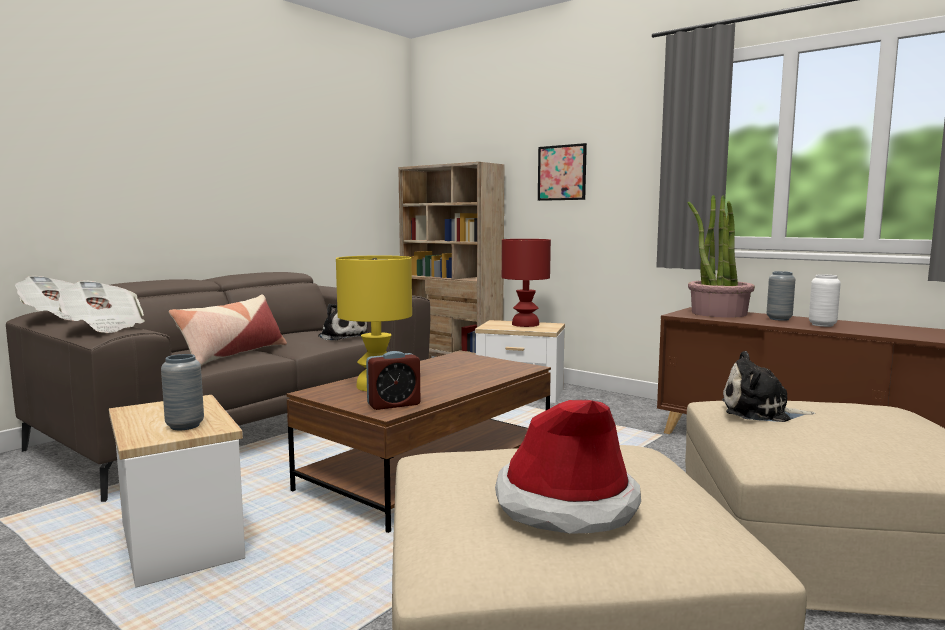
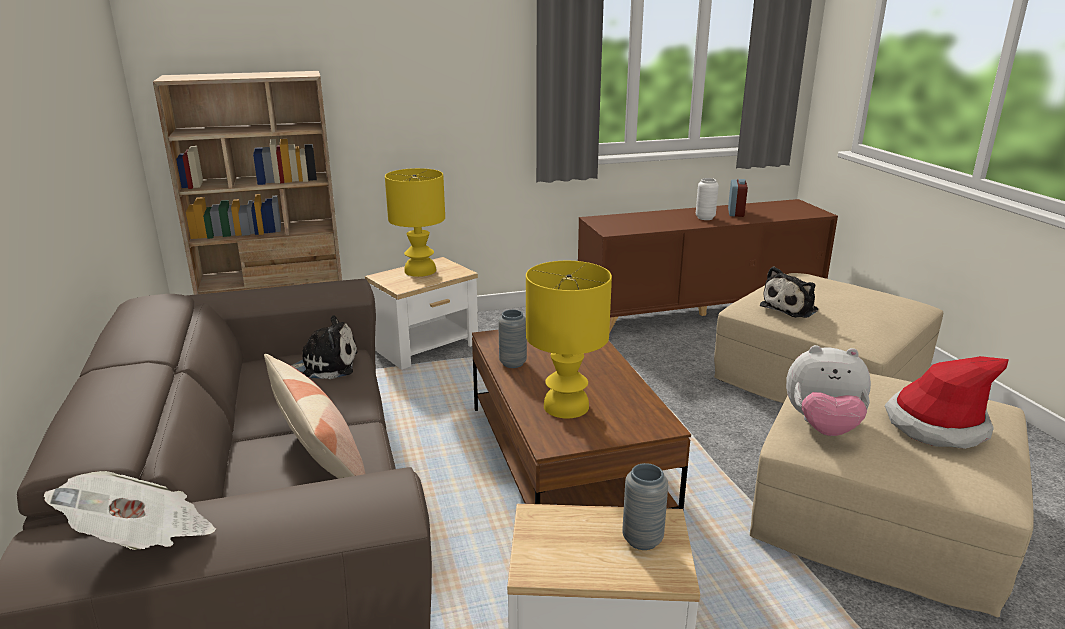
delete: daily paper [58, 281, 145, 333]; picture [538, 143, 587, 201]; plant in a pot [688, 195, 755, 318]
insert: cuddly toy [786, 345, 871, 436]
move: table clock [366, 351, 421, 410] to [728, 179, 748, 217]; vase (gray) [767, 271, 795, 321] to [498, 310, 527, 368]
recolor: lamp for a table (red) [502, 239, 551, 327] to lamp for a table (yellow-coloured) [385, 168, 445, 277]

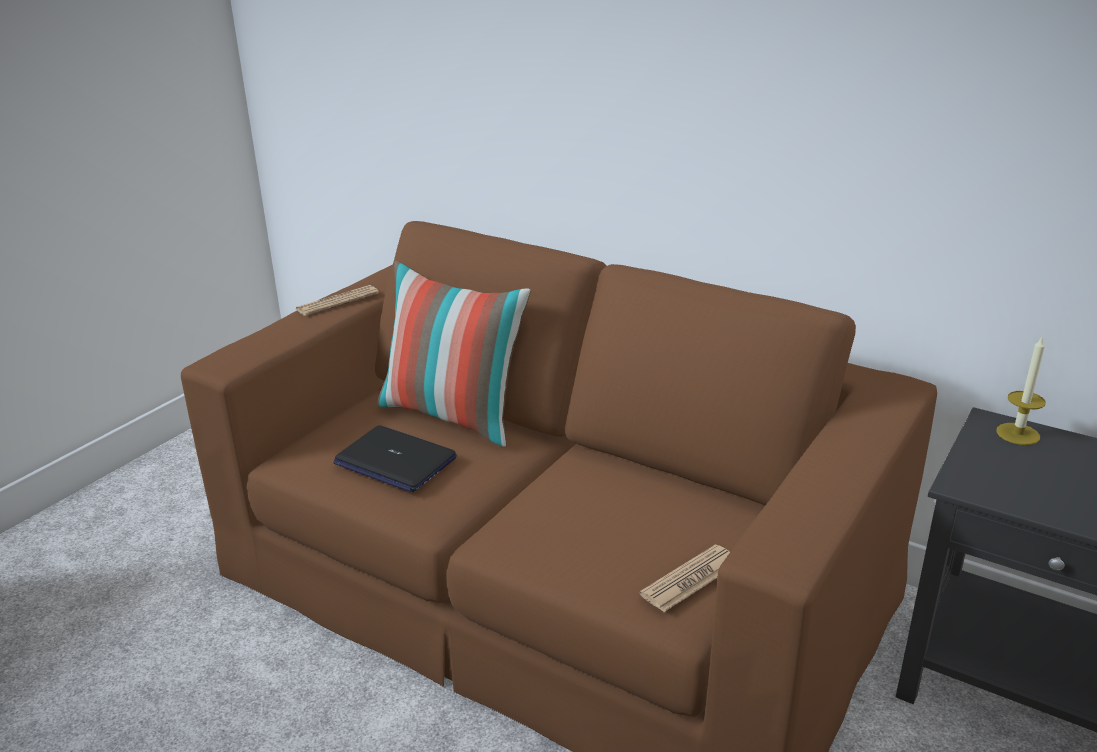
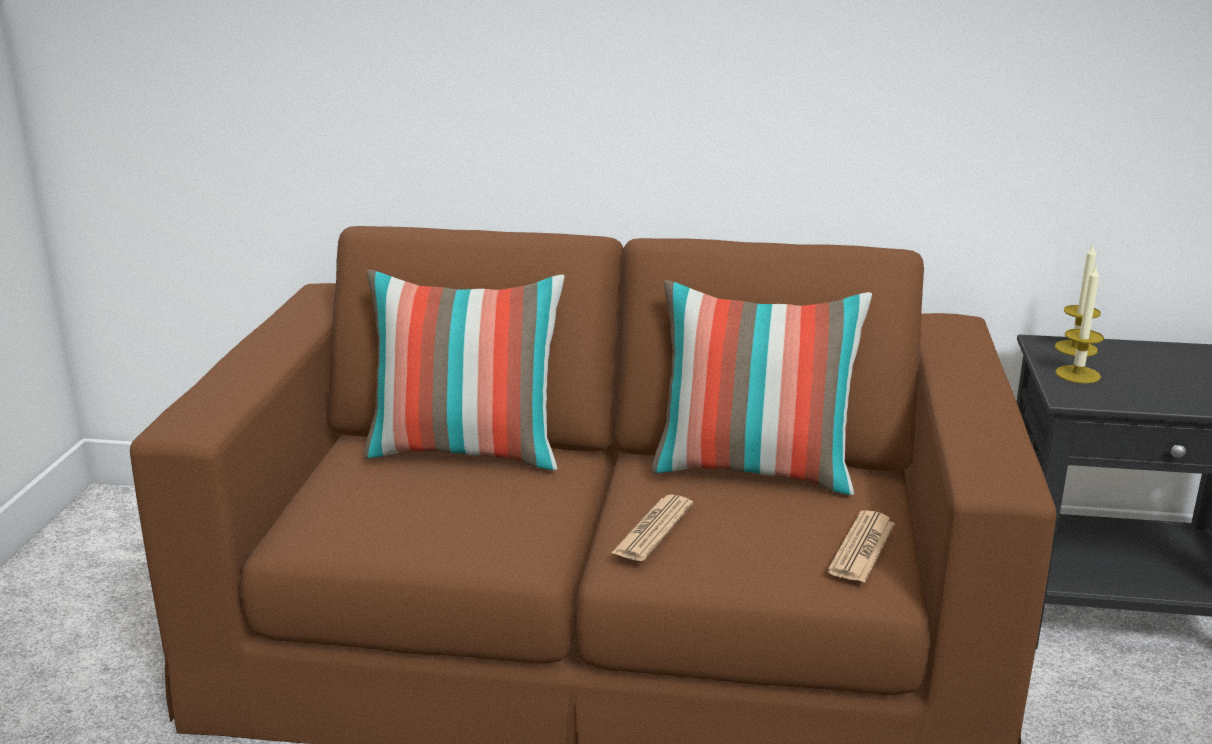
delete: notebook computer [333, 425, 457, 492]
insert: cushion [652, 280, 872, 495]; wax light [1055, 264, 1104, 383]
move: daily paper [296, 285, 379, 316] to [611, 495, 693, 561]

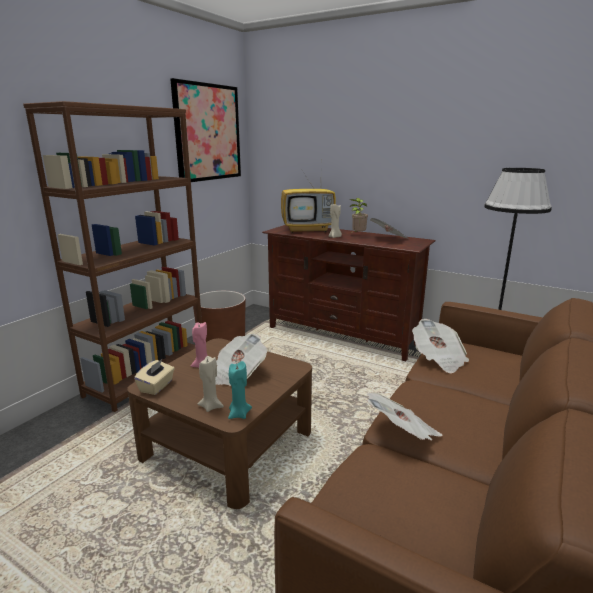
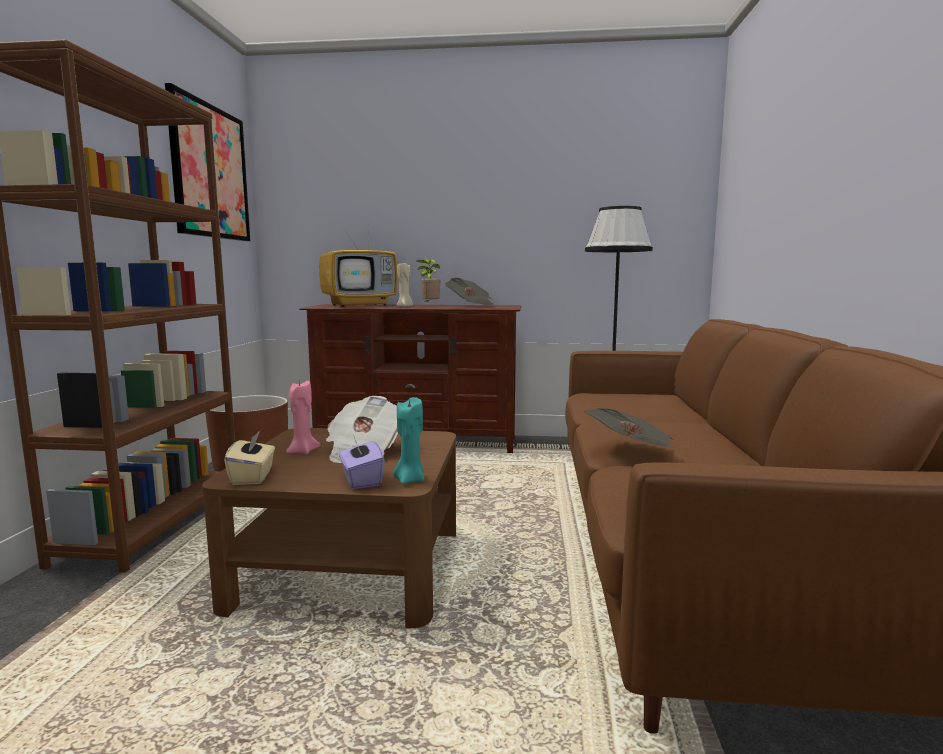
delete: daily paper [412, 319, 469, 374]
replace: wax light (beige) [198, 356, 224, 412] to box of tissues (purple-coloured) [339, 435, 385, 489]

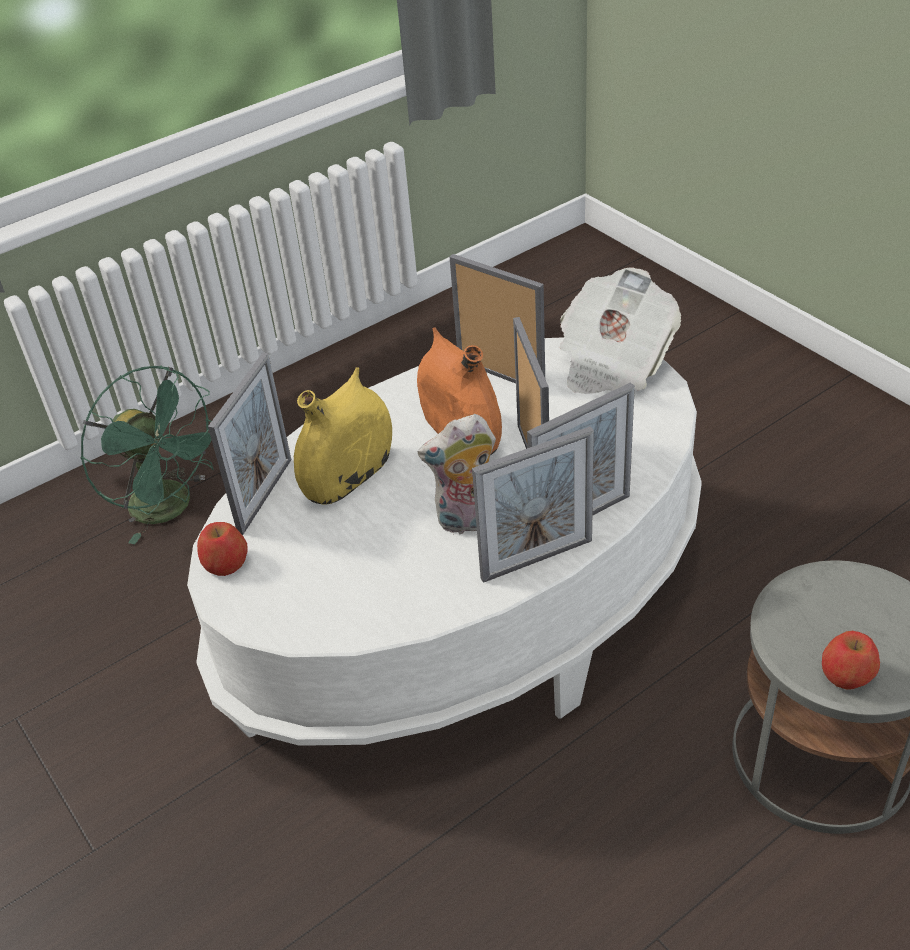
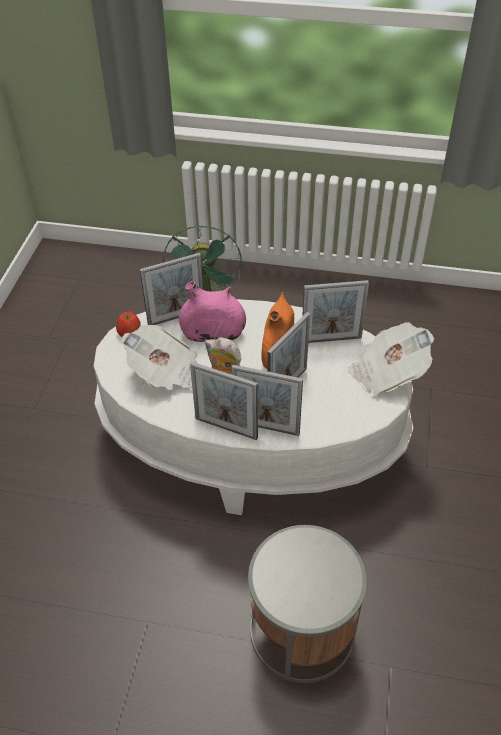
delete: apple [822, 631, 880, 690]
insert: daily paper [122, 325, 198, 390]
recolor: vase (yellow-coloured) [294, 367, 392, 504] to vase (pinkish) [179, 281, 246, 342]
rotate: standing frame [450, 254, 545, 383] = [302, 280, 369, 343] 90 degrees clockwise

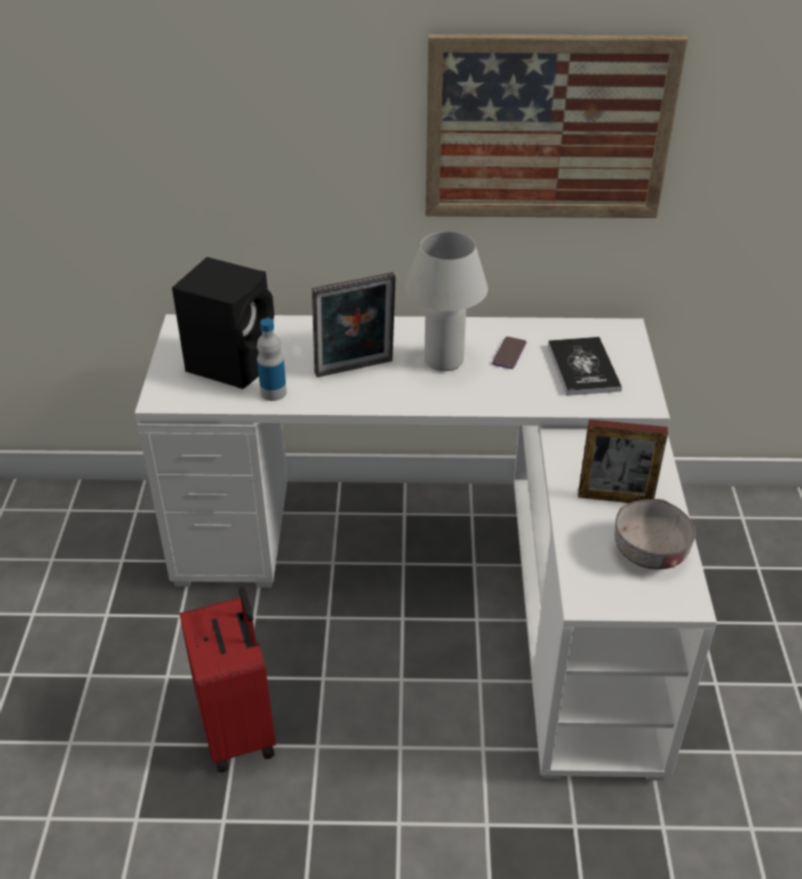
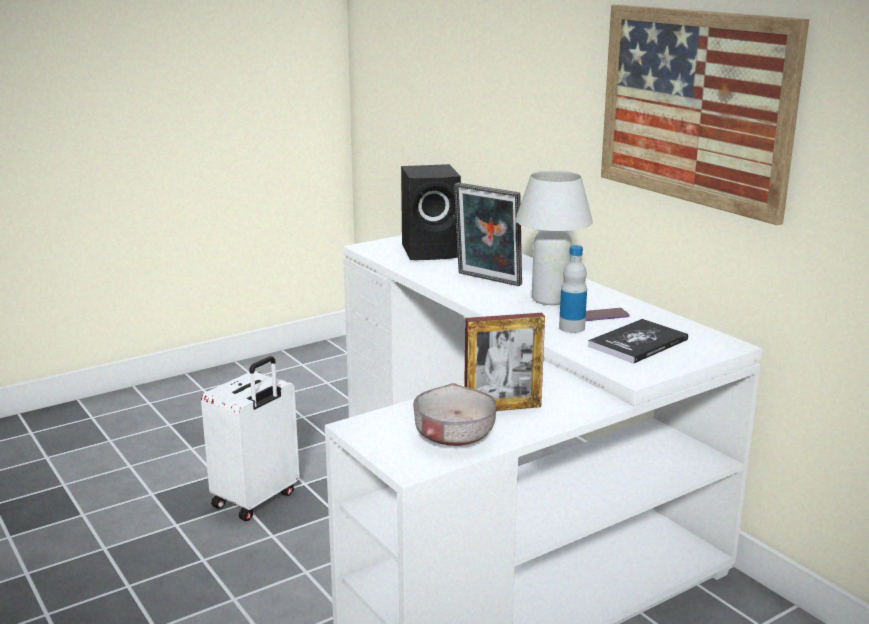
move: drink bottle [257, 318, 287, 401] to [559, 245, 587, 333]
recolor: suitcase (red) [180, 587, 276, 773] to suitcase (whitish) [201, 356, 299, 521]
rotate: standing frame [578, 419, 668, 503] = [464, 313, 545, 411] 75 degrees counterclockwise

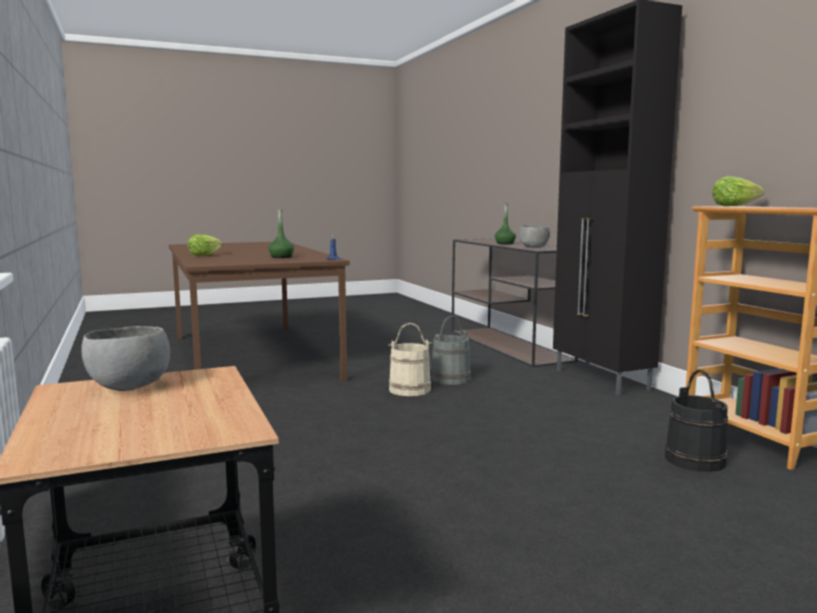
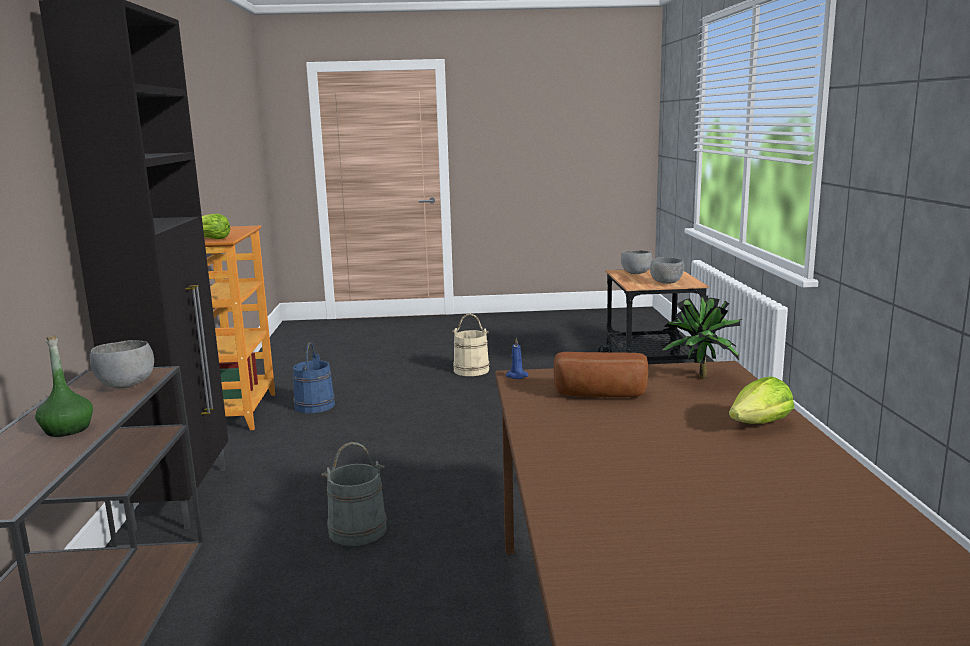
insert: bowl (gray) [621, 250, 653, 274]; plant in a pot [662, 295, 744, 379]
move: bucket (beige) [388, 323, 432, 396] to [452, 314, 489, 376]
replace: drink bottle (green) [268, 208, 294, 258] to baked bread [554, 352, 648, 398]
recolor: bucket (black) [665, 370, 728, 472] to bucket (blue-coloured) [293, 342, 335, 413]

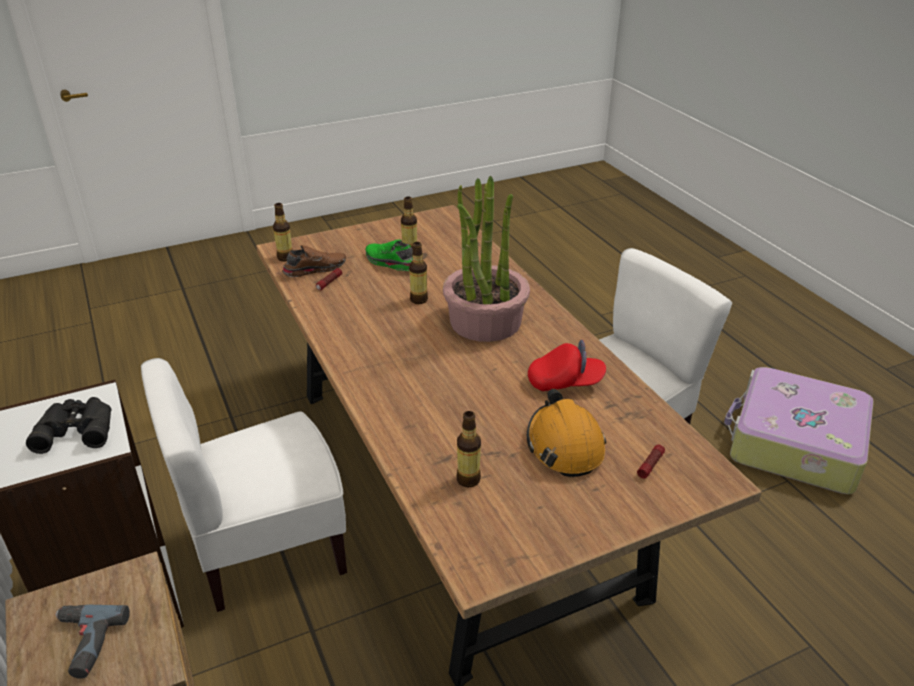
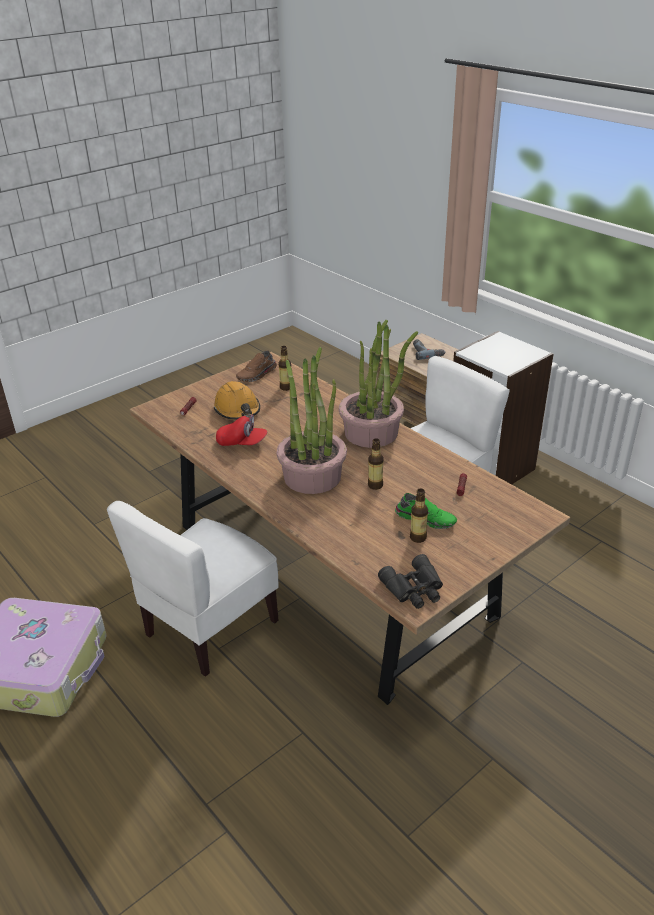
delete: drink bottle [273, 203, 293, 262]
insert: plant in a pot [339, 320, 418, 448]
move: pair of binoculars (black) [26, 397, 112, 454] to [378, 554, 443, 609]; low shoe (brown) [282, 245, 346, 277] to [236, 350, 277, 382]
rotate: peaked cap (red) [528, 340, 606, 391] = [216, 414, 267, 446] 150 degrees counterclockwise

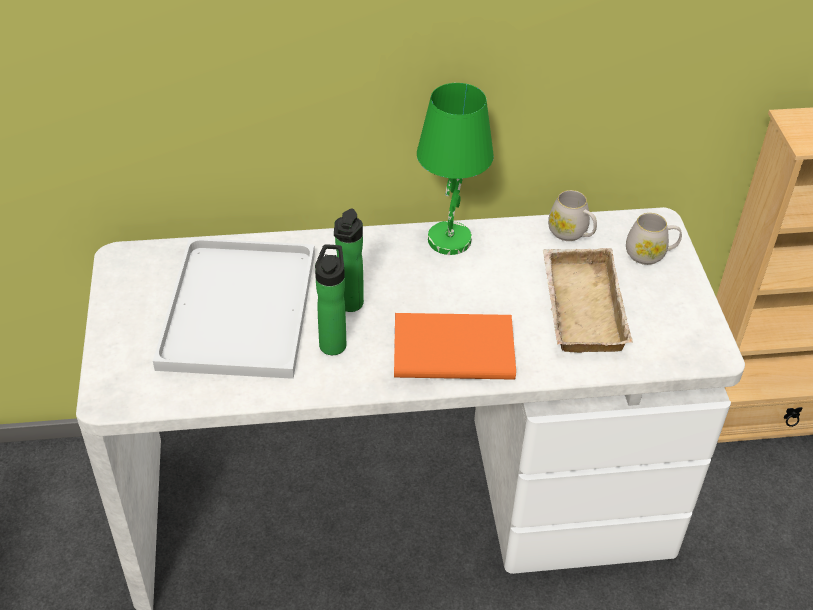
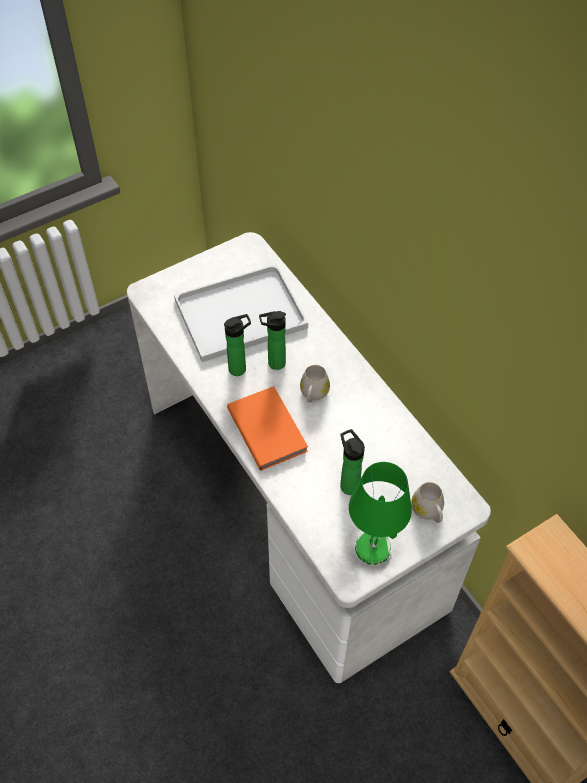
move: lamp for a table (green) [417, 83, 494, 255] to [349, 462, 412, 565]; coffee mug (whitish) [548, 190, 597, 241] to [300, 365, 330, 403]
replace: serving tray (beige) [542, 248, 633, 353] to drink bottle [340, 429, 365, 495]

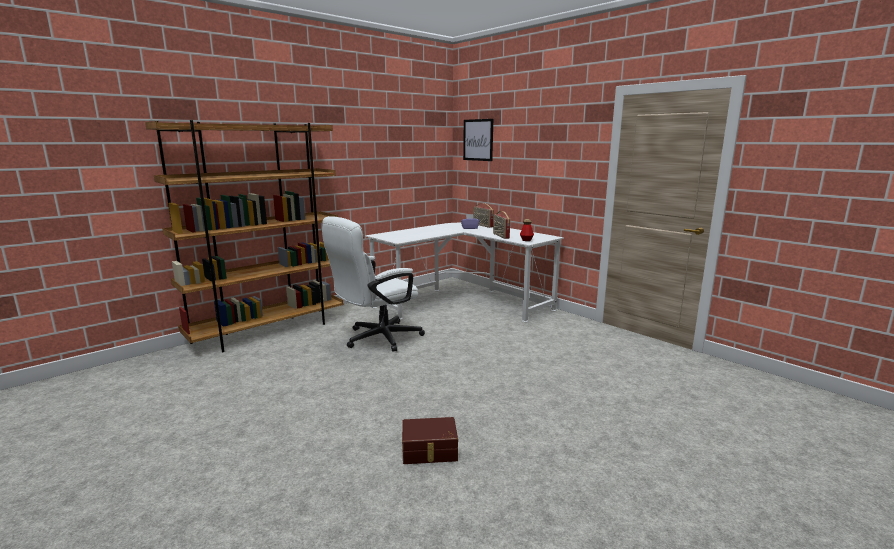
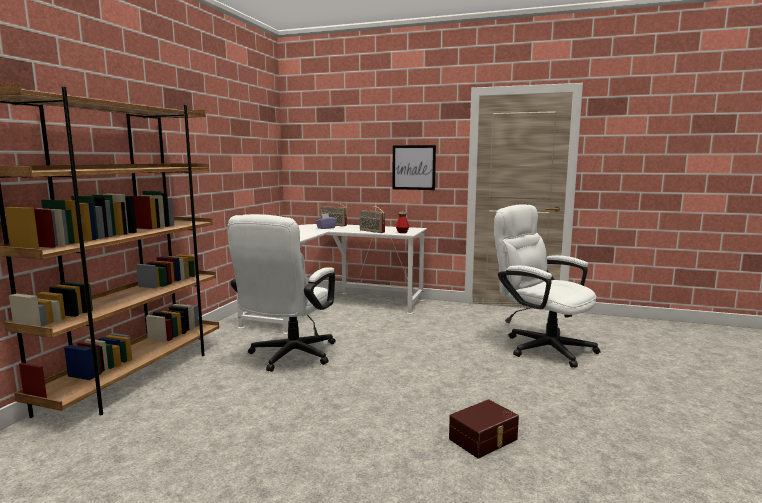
insert: desk chair (whitish) [494, 204, 601, 368]
move: picture [463, 119, 493, 161] to [392, 145, 436, 190]

